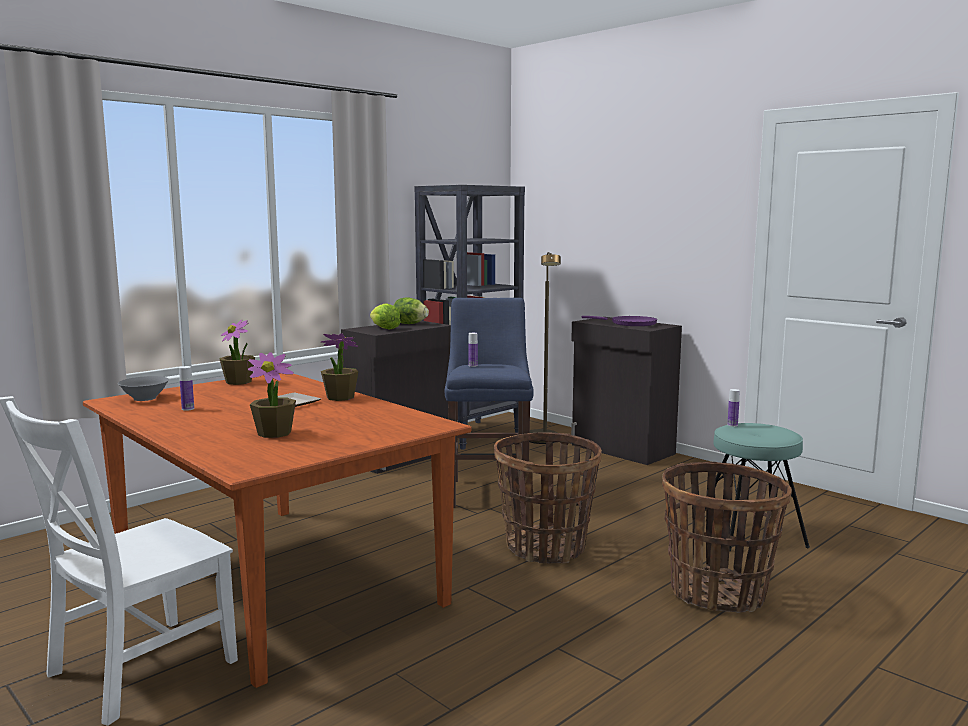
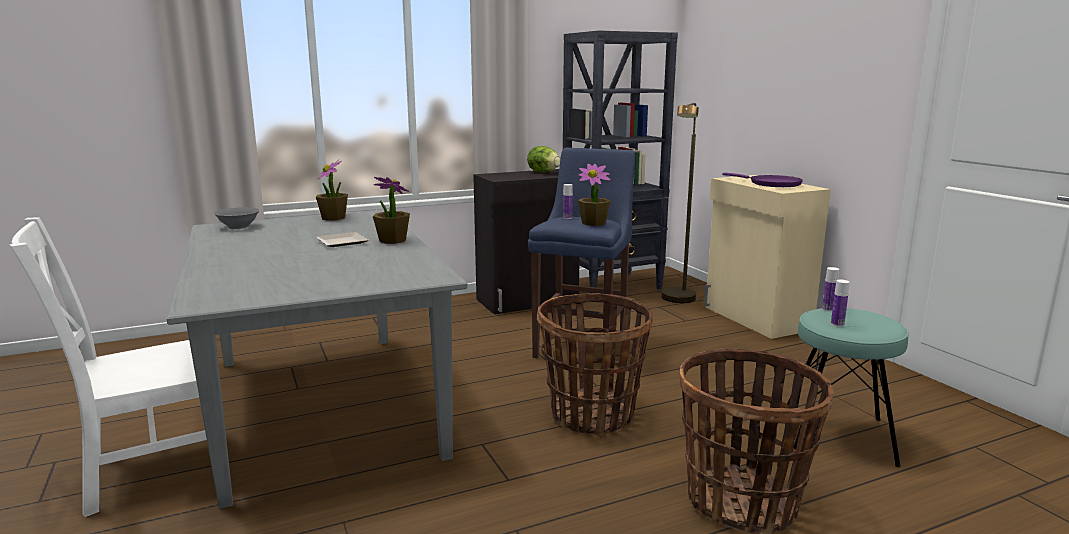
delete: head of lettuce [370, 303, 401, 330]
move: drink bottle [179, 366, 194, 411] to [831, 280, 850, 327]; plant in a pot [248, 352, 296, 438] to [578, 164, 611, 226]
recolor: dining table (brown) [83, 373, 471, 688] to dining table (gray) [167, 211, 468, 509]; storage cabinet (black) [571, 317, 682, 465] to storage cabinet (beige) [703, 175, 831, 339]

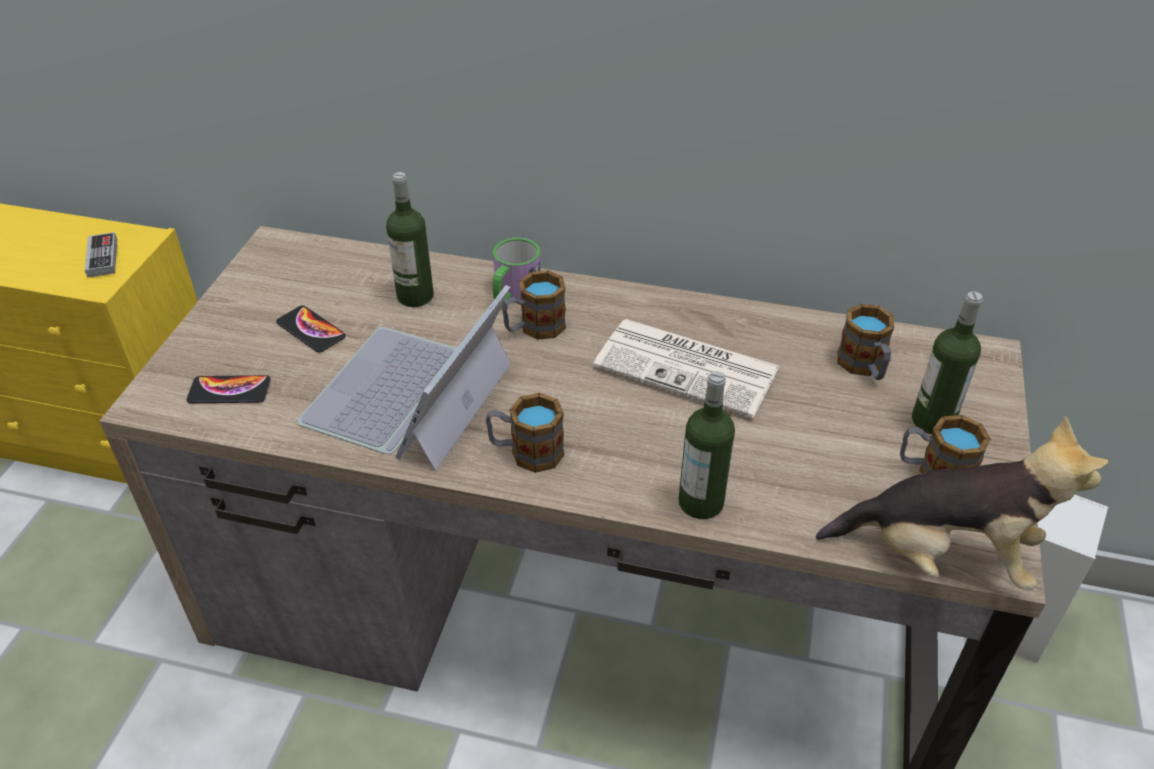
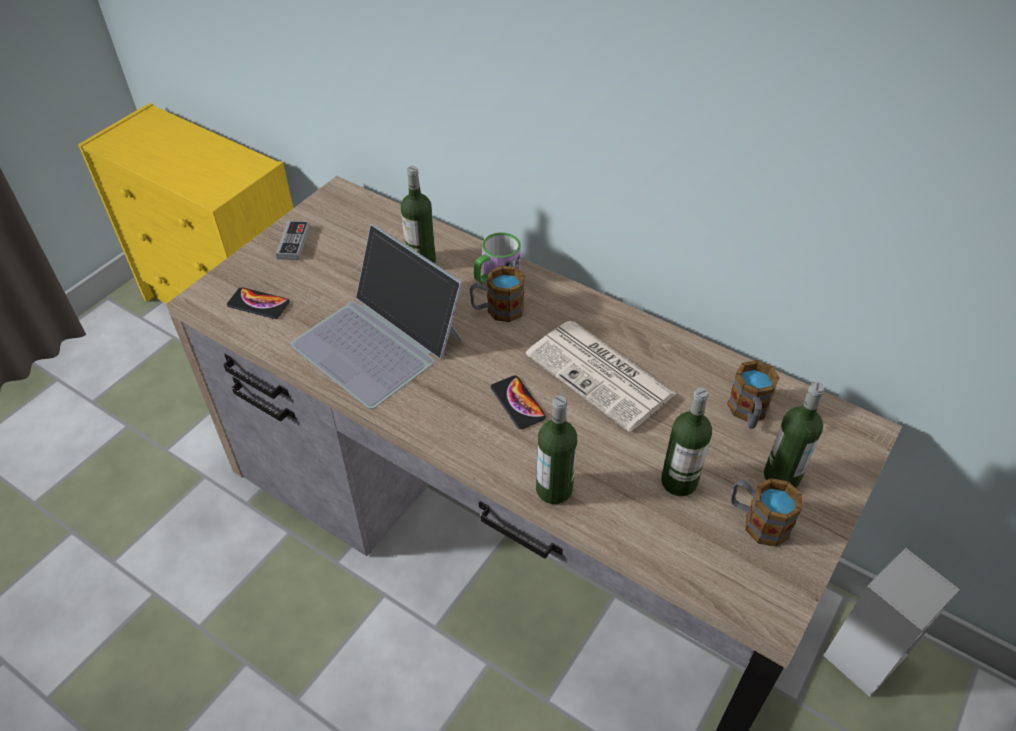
delete: coffee mug [486, 393, 564, 473]; cuddly toy [816, 416, 1108, 590]
insert: drink bottle [661, 388, 712, 496]
move: joypad [85, 232, 117, 278] to [276, 220, 310, 260]; telephone [276, 305, 346, 352] to [490, 375, 546, 429]
rotate: notebook computer [297, 285, 511, 471] = [290, 224, 463, 409] 90 degrees counterclockwise

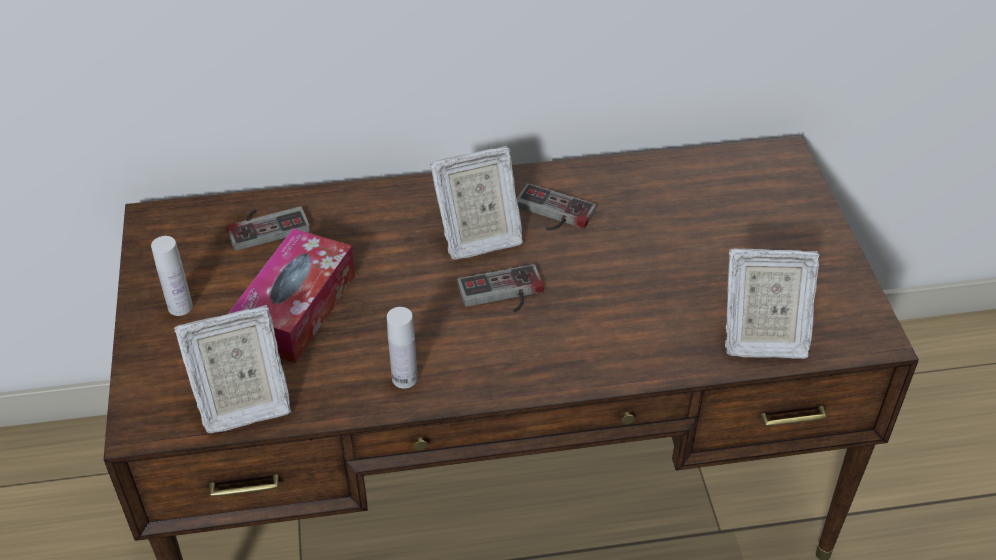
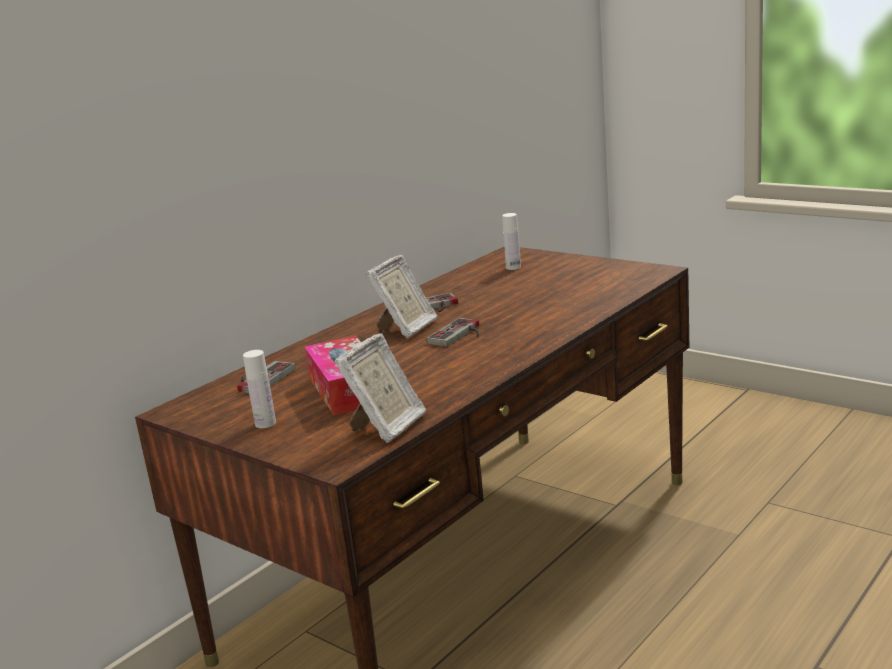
delete: standing frame [725, 248, 819, 359]
move: drink bottle (whitish) [387, 307, 418, 389] to [502, 213, 521, 270]

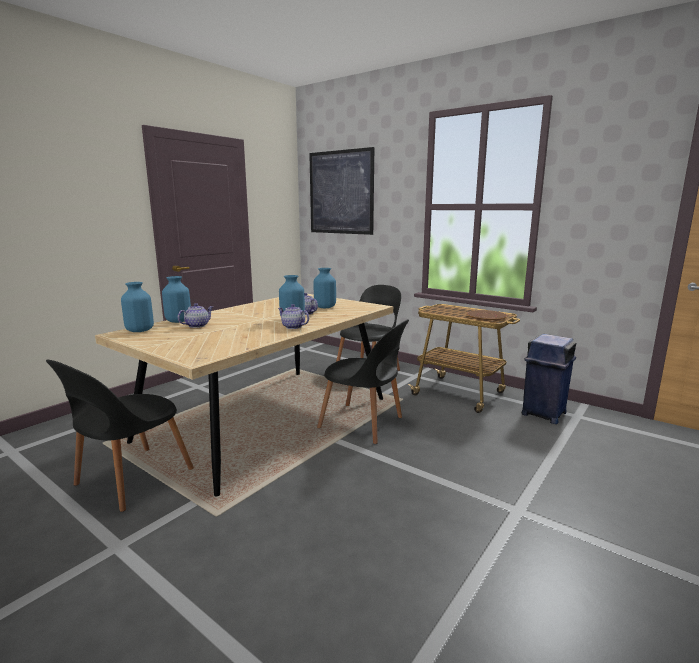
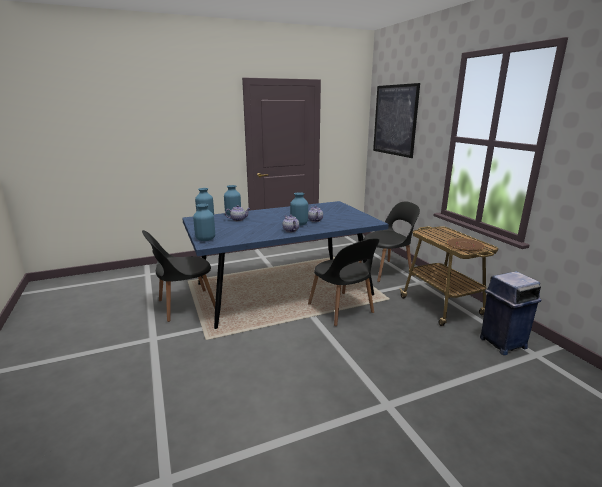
move: vase (blue-coloured) [314, 268, 336, 308] to [193, 204, 215, 241]
recolor: dining table (beige) [95, 294, 393, 496] to dining table (blue-coloured) [182, 201, 389, 329]

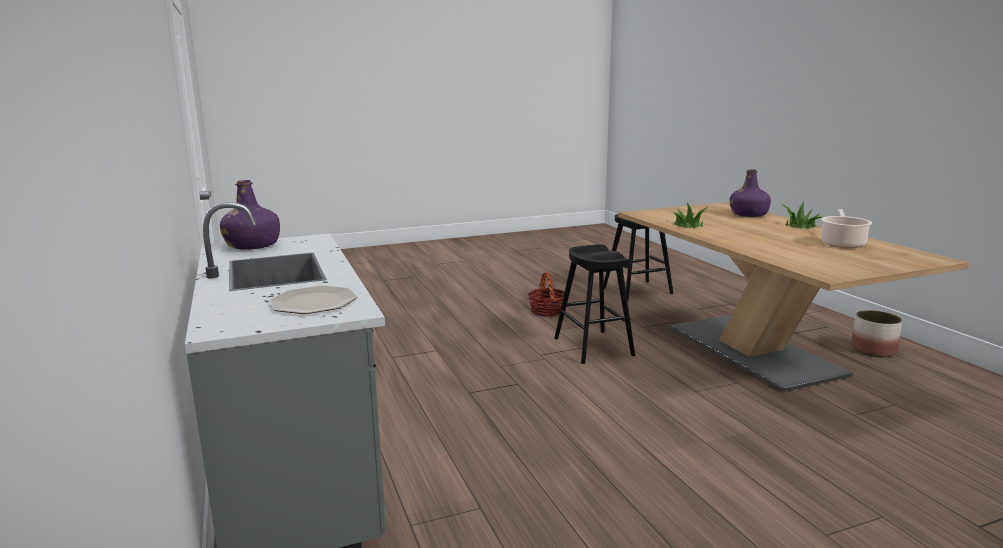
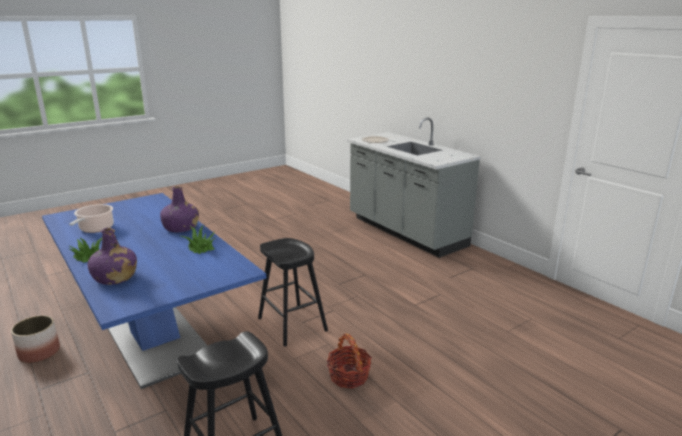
move: drink bottle (purple-coloured) [220, 180, 280, 250] to [160, 186, 199, 232]
recolor: dining table (beige) [618, 202, 970, 392] to dining table (blue-coloured) [42, 193, 266, 389]

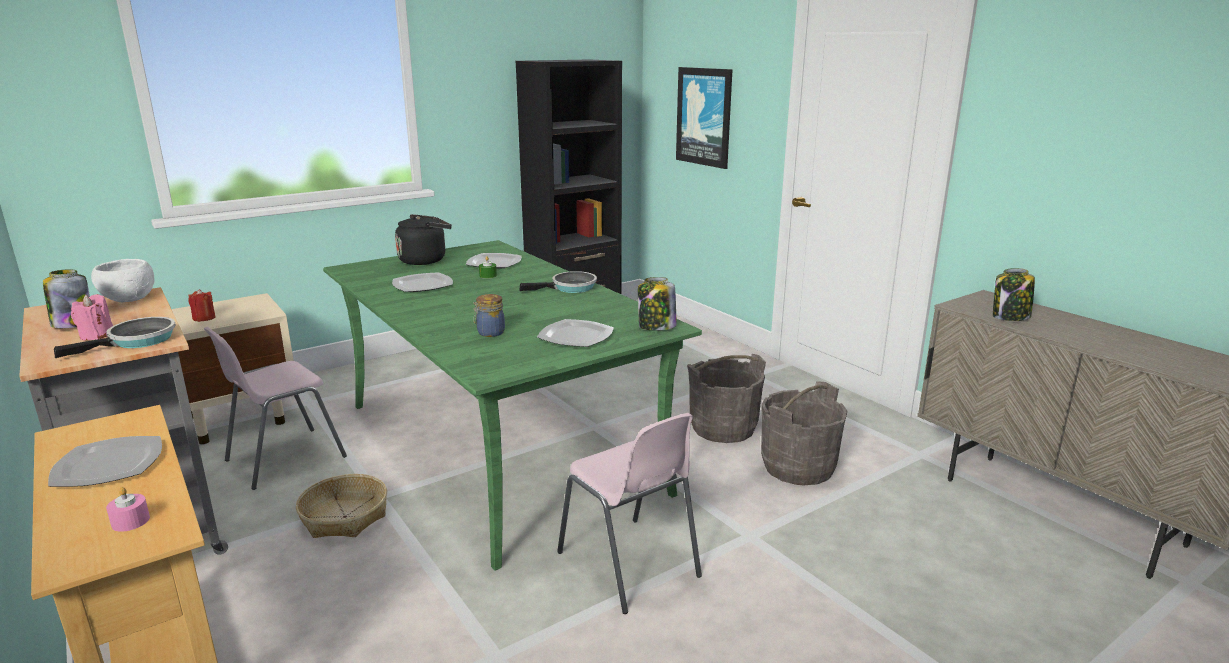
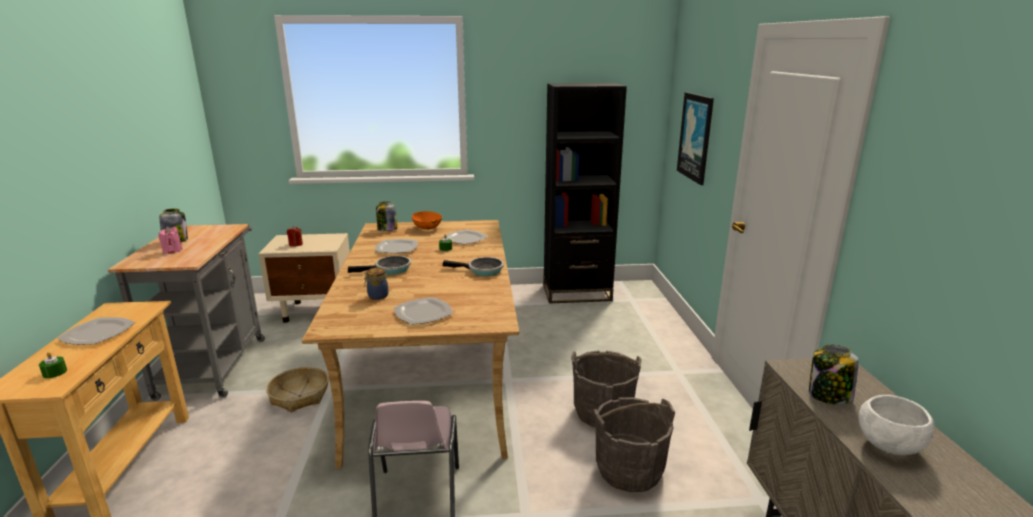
delete: chair (pinkish) [203, 327, 347, 490]
move: pan [54, 317, 176, 358] to [348, 256, 411, 274]; bowl (whitish) [91, 259, 154, 302] to [858, 395, 934, 455]; storage jar [638, 277, 677, 331] to [376, 201, 397, 231]
replace: kettle (black) [395, 214, 452, 265] to bowl (orange-coloured) [412, 211, 443, 230]
recolor: wax light (pinkish) [106, 487, 150, 532] to wax light (green) [39, 352, 67, 378]; dining table (green) [323, 240, 702, 571] to dining table (beige) [302, 220, 519, 469]

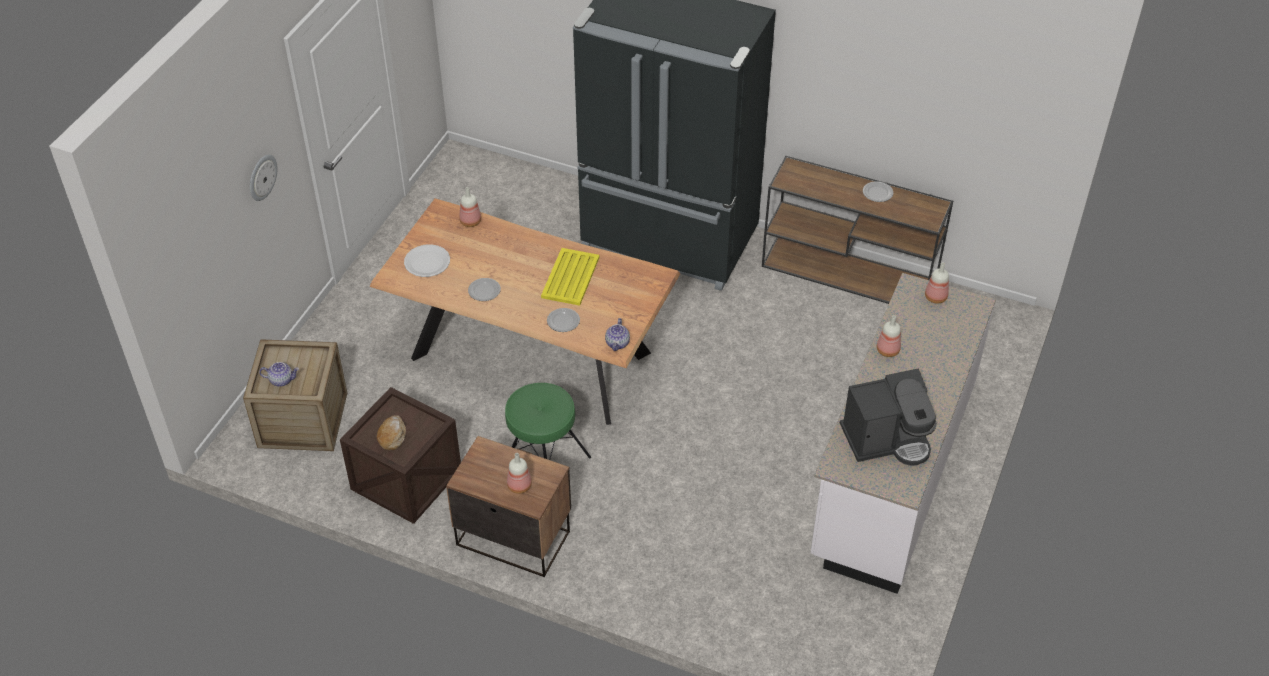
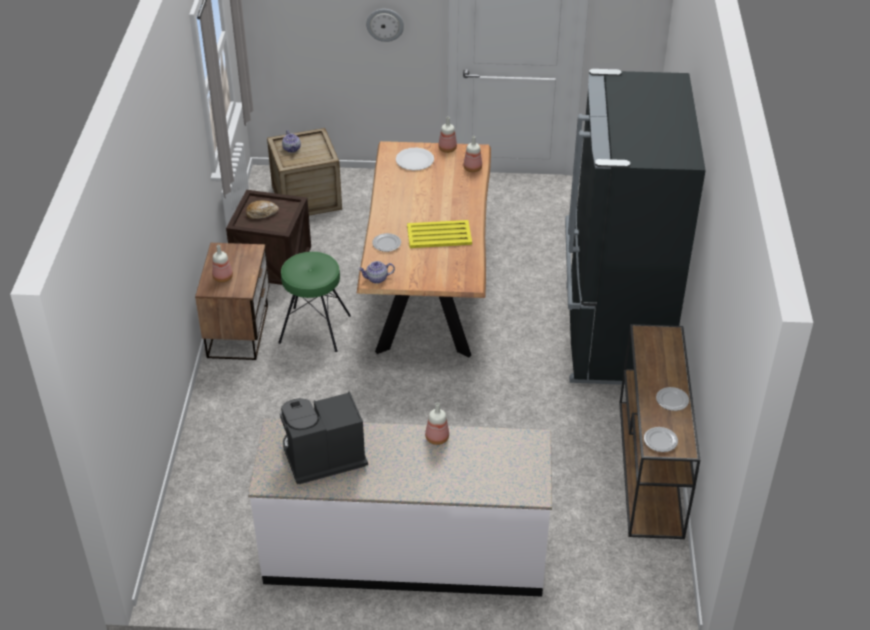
move: flat dish [468, 278, 501, 301] to [644, 427, 678, 452]; drink bottle [925, 262, 949, 304] to [438, 117, 457, 153]
rotate: coffee machine [840, 369, 937, 466] = [280, 391, 368, 484] 105 degrees clockwise

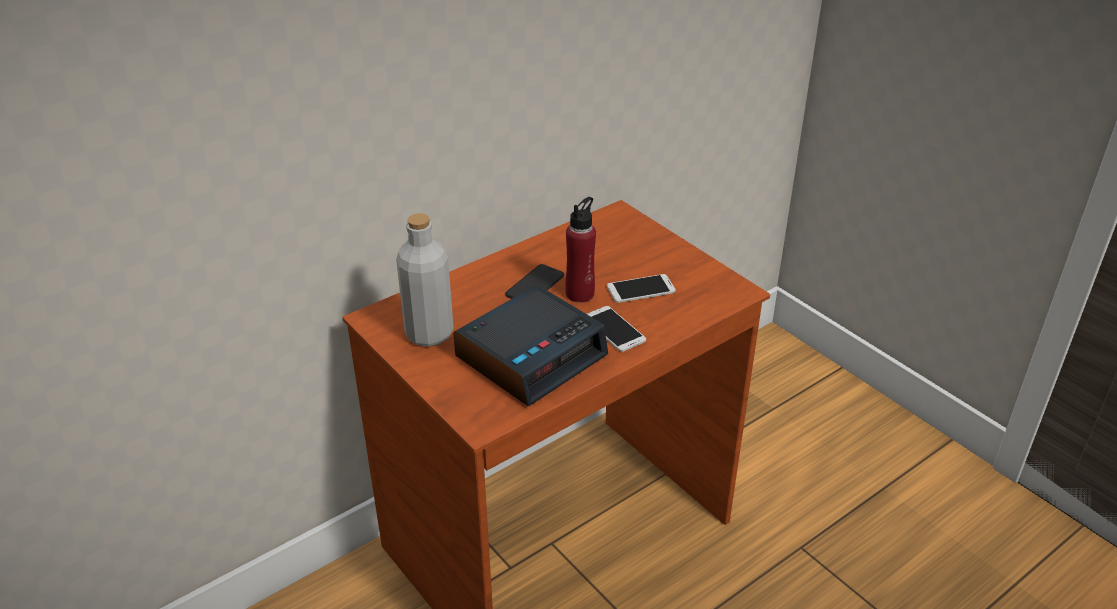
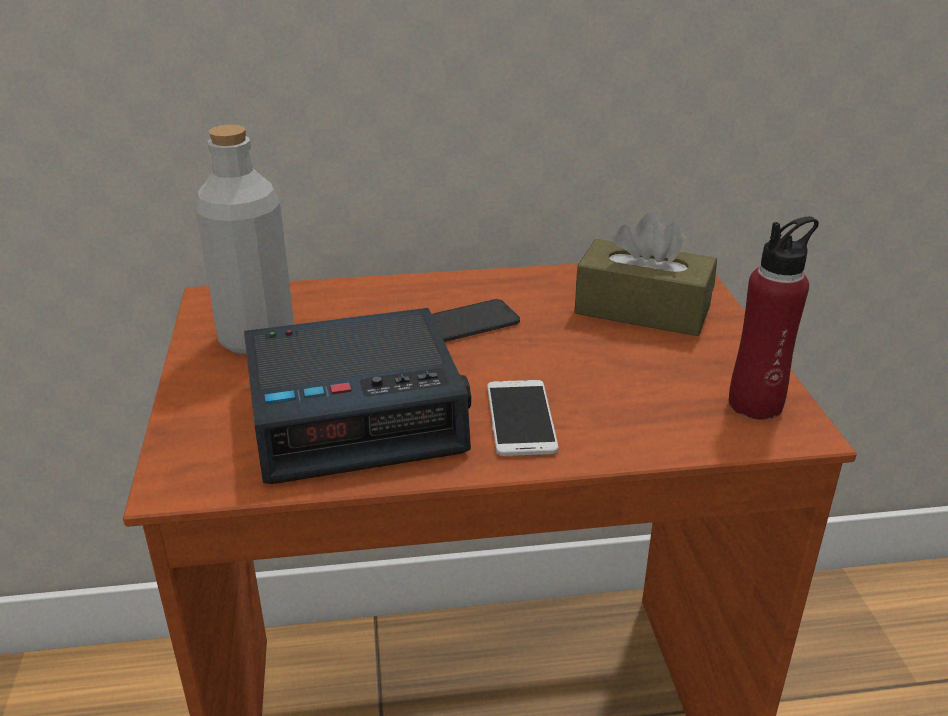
delete: telephone [607, 274, 676, 303]
insert: box of tissues (brown) [574, 212, 717, 336]
move: drink bottle (red) [565, 197, 596, 303] to [729, 217, 819, 420]

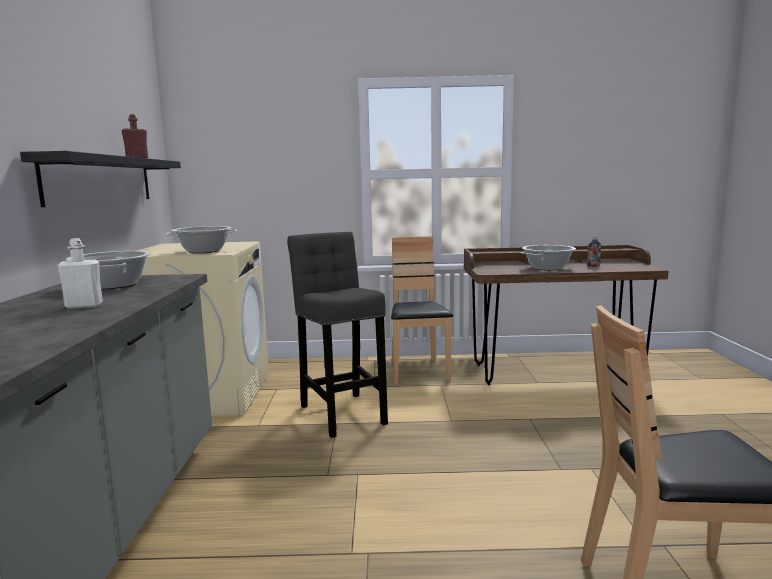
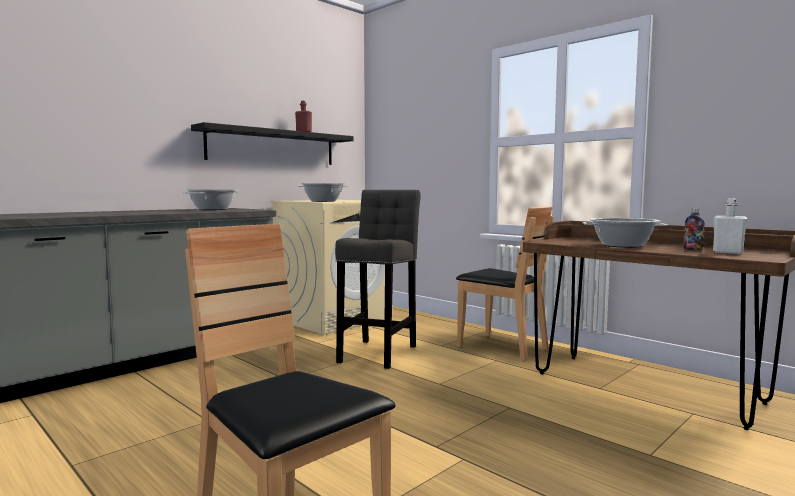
move: drink bottle (whitish) [58, 238, 103, 309] to [713, 198, 748, 254]
rotate: chair (brown) [391, 236, 453, 385] = [456, 207, 554, 361] 90 degrees clockwise

